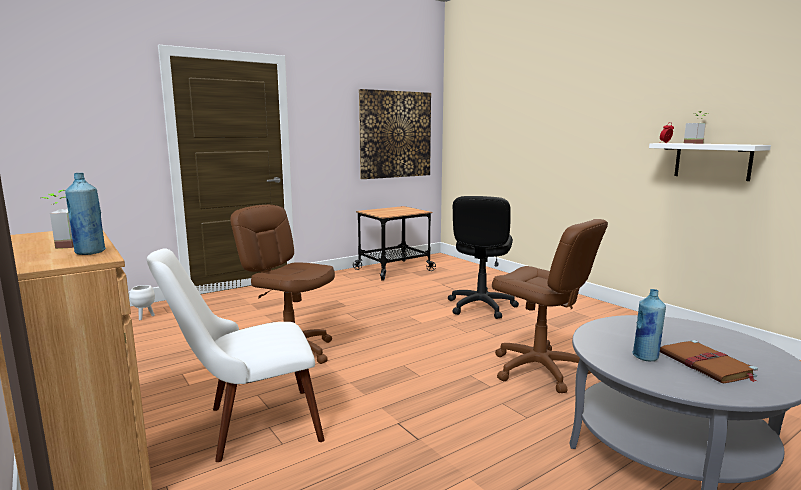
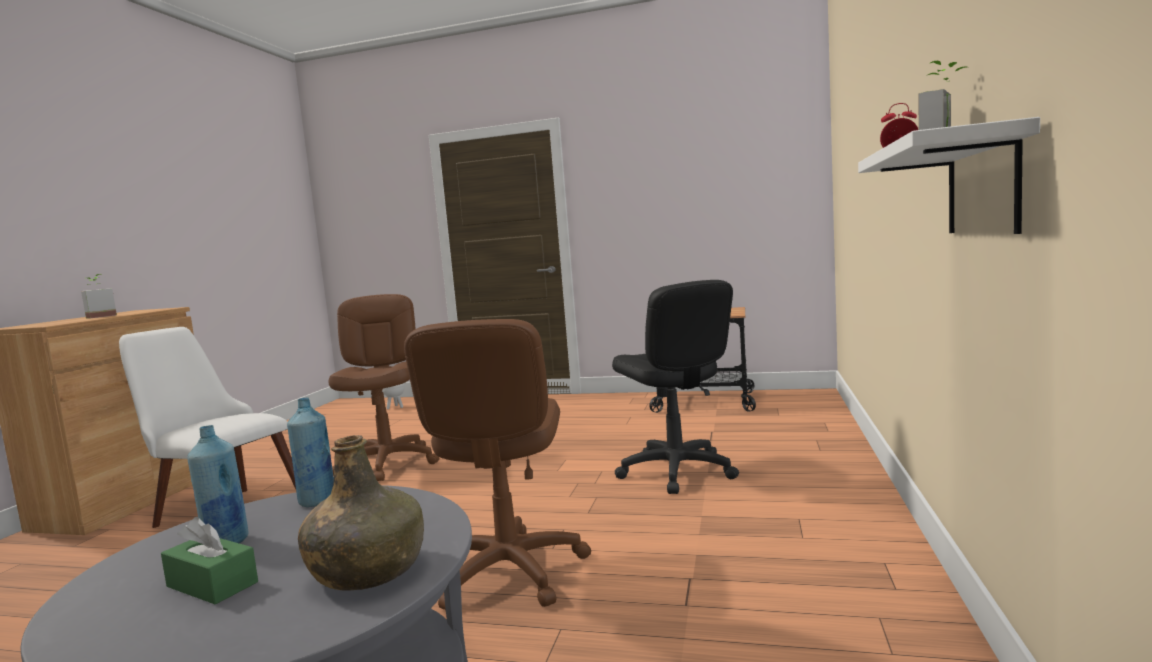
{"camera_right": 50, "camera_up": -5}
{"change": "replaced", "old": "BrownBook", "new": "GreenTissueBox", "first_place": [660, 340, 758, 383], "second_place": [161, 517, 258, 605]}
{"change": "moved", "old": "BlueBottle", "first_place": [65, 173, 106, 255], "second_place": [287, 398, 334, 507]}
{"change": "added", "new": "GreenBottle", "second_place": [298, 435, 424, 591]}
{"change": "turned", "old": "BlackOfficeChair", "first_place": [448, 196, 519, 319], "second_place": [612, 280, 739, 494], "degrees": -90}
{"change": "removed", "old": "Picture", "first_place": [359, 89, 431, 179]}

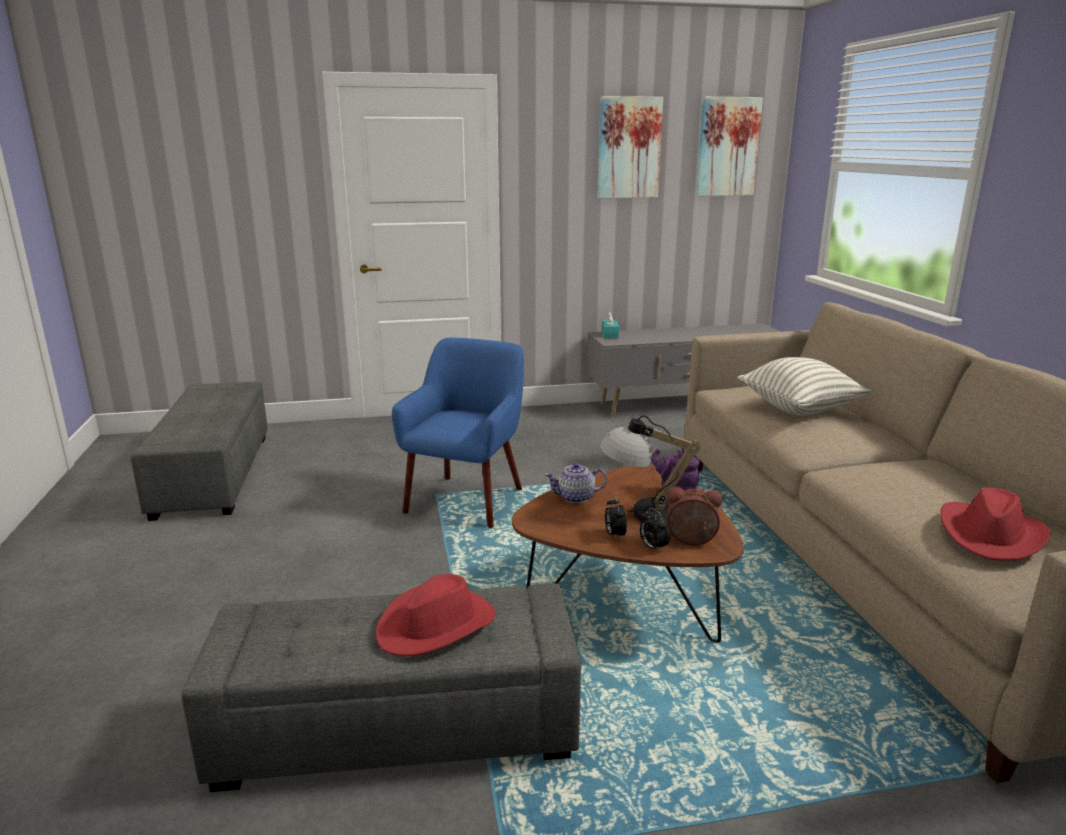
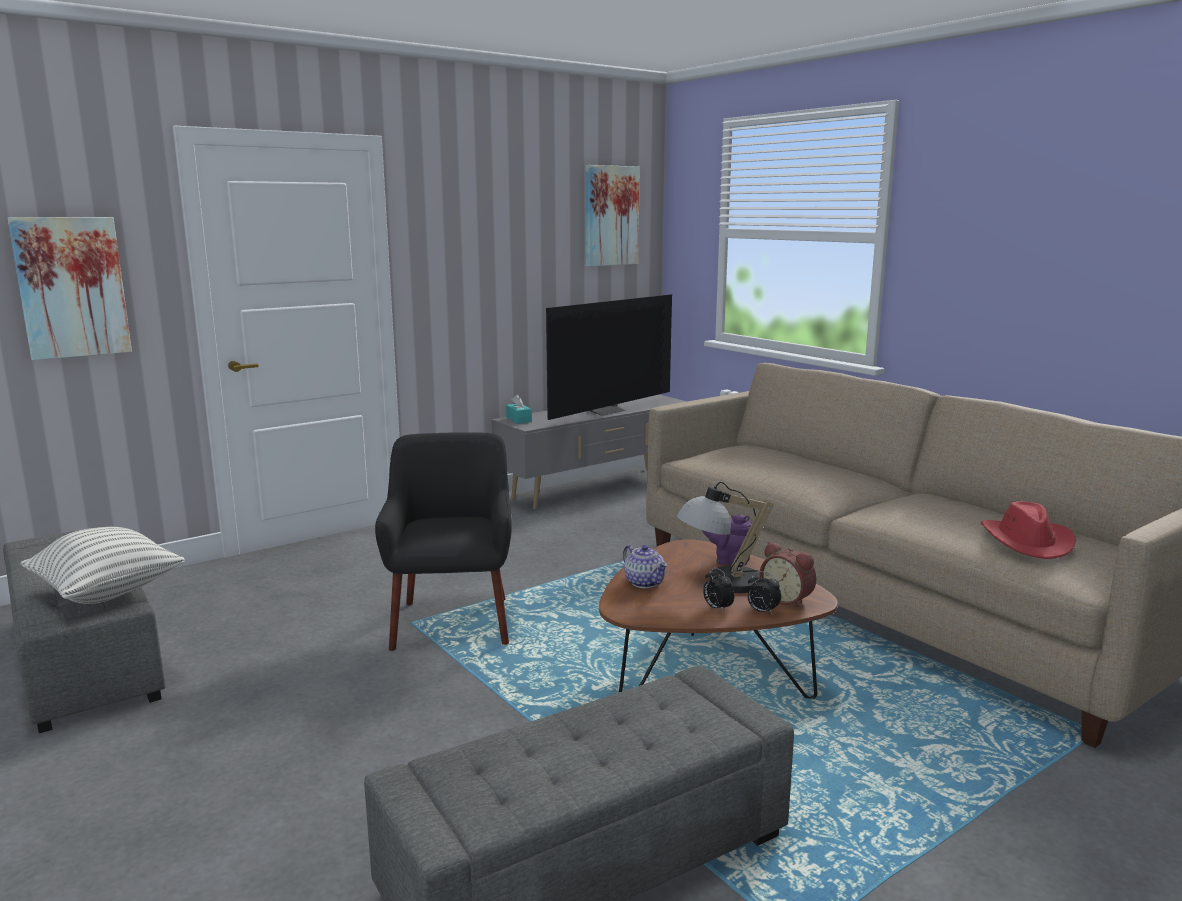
{"camera_right": -25, "camera_up": -5}
{"change": "moved", "old": "Picture", "first_place": [598, 96, 663, 198], "second_place": [8, 217, 132, 360]}
{"change": "moved", "old": "Pillow", "first_place": [737, 357, 872, 416], "second_place": [21, 527, 185, 604]}
{"change": "recoloured", "old": "BlueArmchair", "new": "BlackArmchair", "first_place": [392, 337, 524, 528], "second_place": [375, 432, 512, 651]}
{"change": "added", "new": "Television", "second_place": [546, 294, 672, 420]}
{"change": "turned", "old": "Teapot", "first_place": [545, 463, 607, 503], "second_place": [623, 545, 668, 588], "degrees": -90}
{"change": "turned", "old": "AlarmClock", "first_place": [667, 487, 723, 545], "second_place": [760, 542, 816, 608], "degrees": -120}
{"change": "removed", "old": "RedHat", "first_place": [375, 574, 495, 657]}

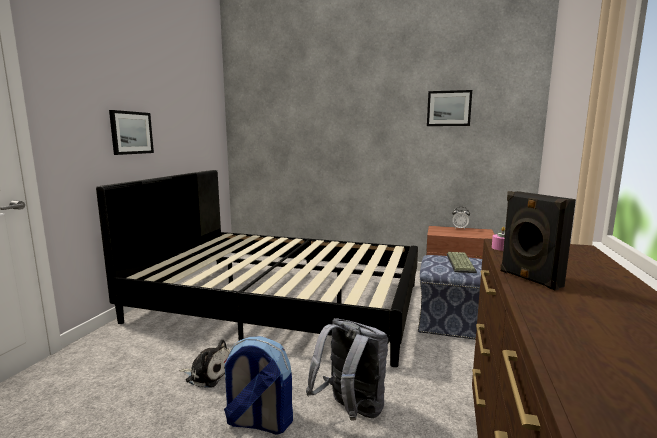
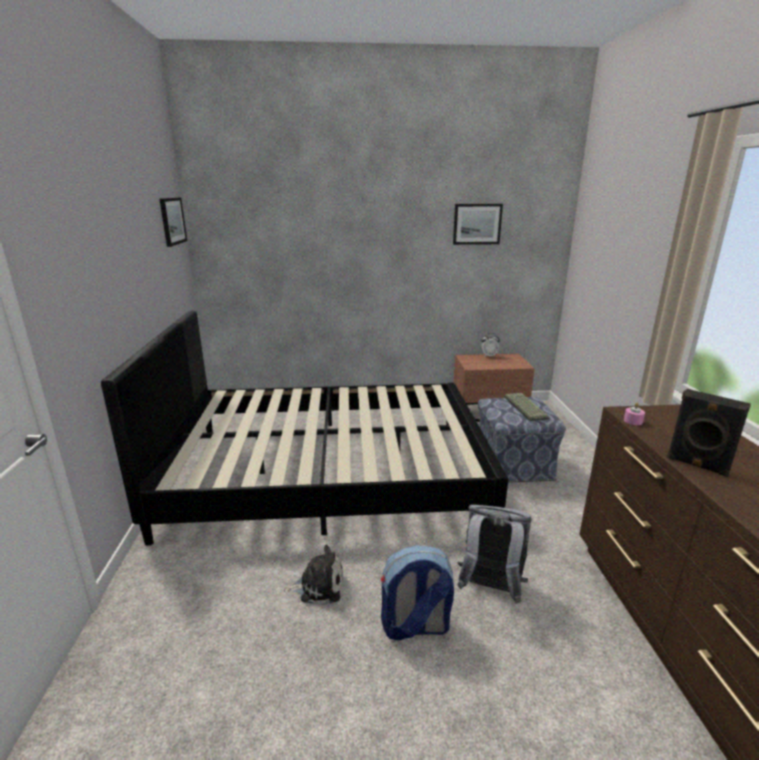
{"camera_right": -20, "camera_up": 10}
{"change": "moved", "old": "Picture", "first_place": [109, 110, 154, 155], "second_place": [160, 197, 187, 247]}

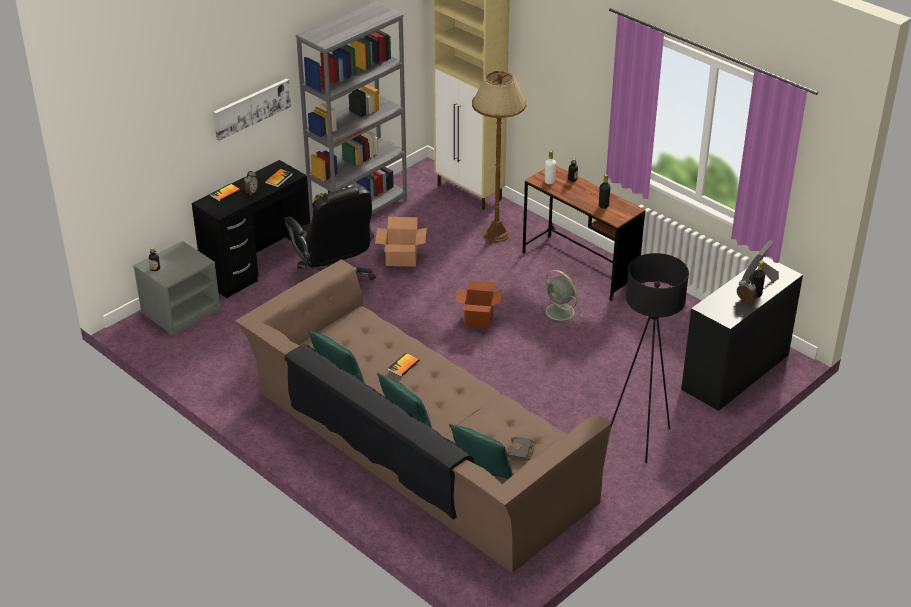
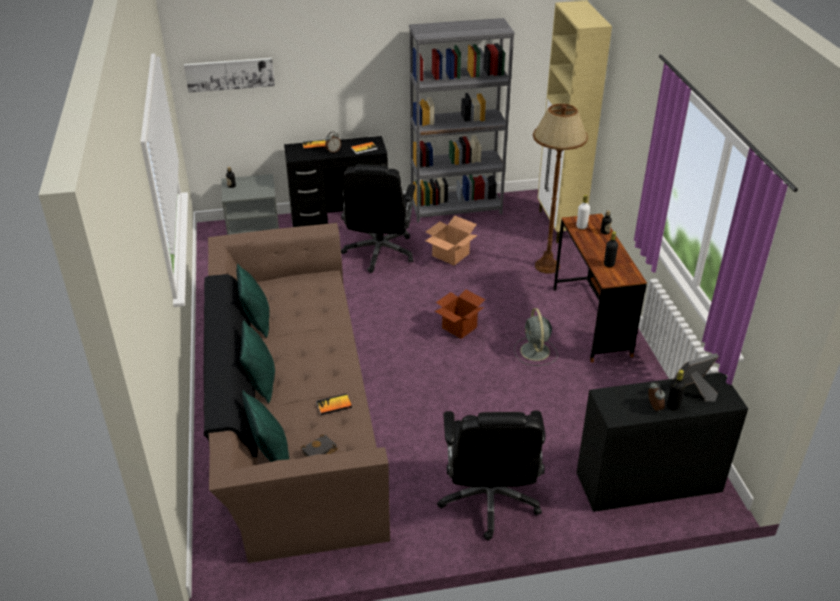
{"camera_right": 35, "camera_up": 0}
{"change": "moved", "old": "Picture", "first_place": [213, 78, 291, 141], "second_place": [184, 58, 275, 93]}
{"change": "moved", "old": "Book", "first_place": [388, 353, 420, 377], "second_place": [316, 394, 352, 415]}
{"change": "replaced", "old": "BlackFloorLamp", "new": "BlackOfficeChair", "first_place": [611, 253, 689, 463], "second_place": [437, 410, 545, 540]}

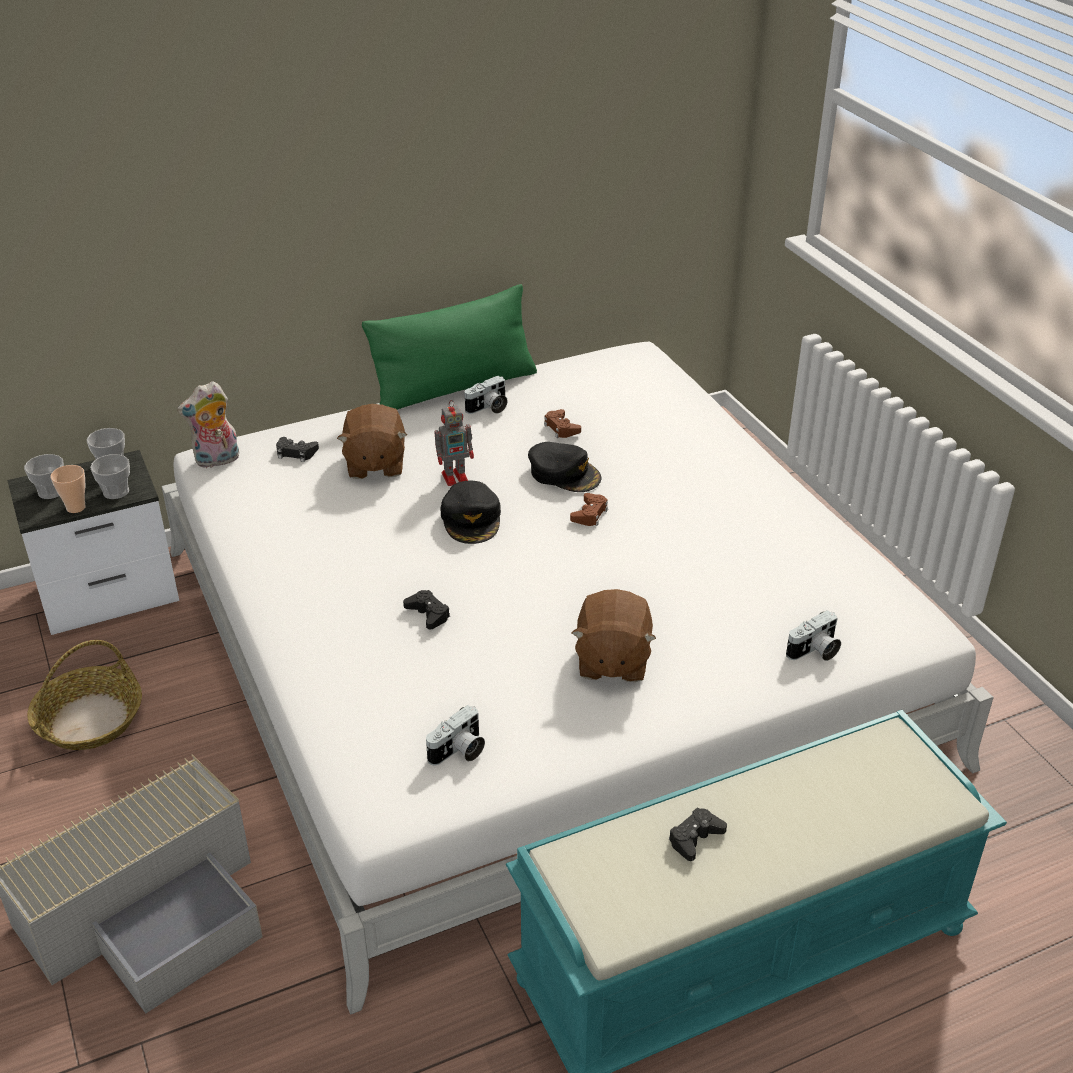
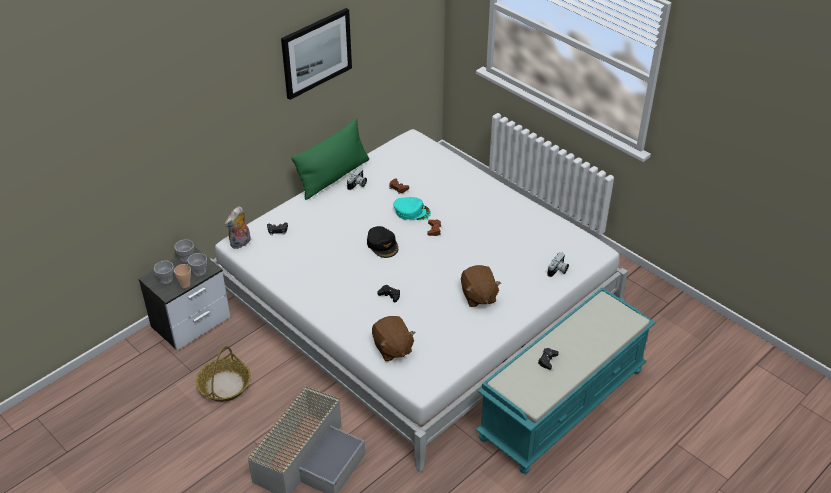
{"camera_right": -20, "camera_up": 5}
{"change": "added", "new": "Picture", "second_place": [281, 8, 352, 100]}
{"change": "moved", "old": "BrownPlushToy", "first_place": [337, 404, 407, 479], "second_place": [372, 316, 416, 361]}
{"change": "recoloured", "old": "BlackCap", "new": "TurquoiseCap", "first_place": [528, 442, 601, 492], "second_place": [393, 197, 431, 220]}
{"change": "removed", "old": "PhotoCamera", "first_place": [426, 705, 485, 766]}
{"change": "removed", "old": "ToyRobot", "first_place": [435, 400, 474, 486]}

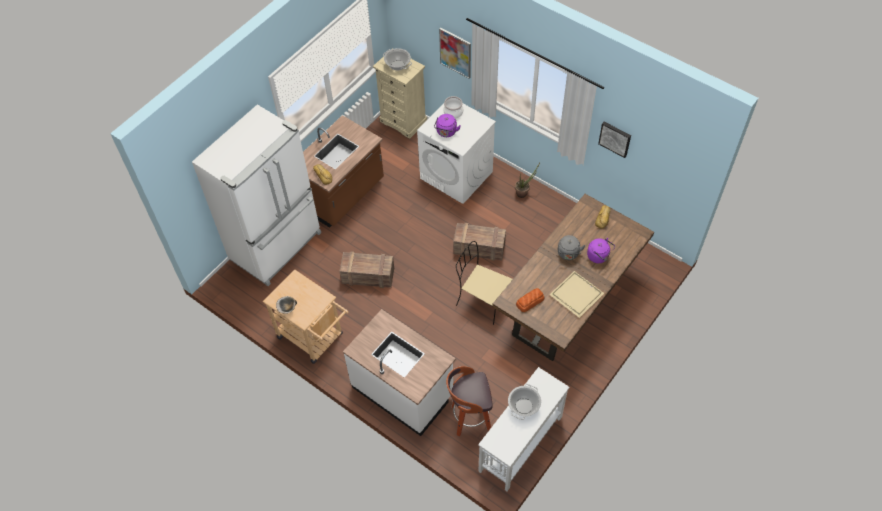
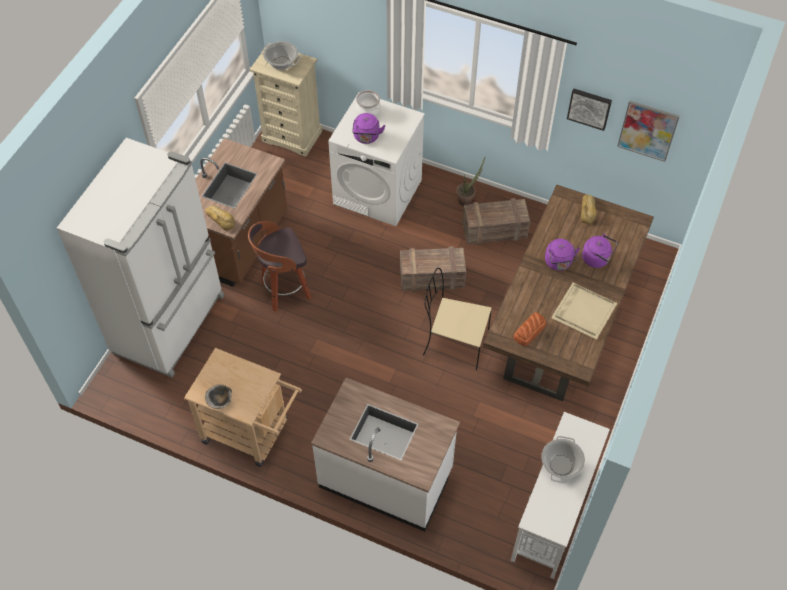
{"camera_right": -15, "camera_up": 0}
{"change": "moved", "old": "Stool", "first_place": [446, 366, 493, 436], "second_place": [248, 221, 311, 311]}
{"change": "moved", "old": "Crate", "first_place": [339, 251, 394, 288], "second_place": [462, 198, 530, 245]}
{"change": "recoloured", "old": "GreyKettle", "new": "PurpleKettle", "first_place": [558, 235, 585, 260], "second_place": [545, 239, 580, 271]}
{"change": "moved", "old": "Picture", "first_place": [439, 27, 471, 79], "second_place": [617, 101, 680, 162]}

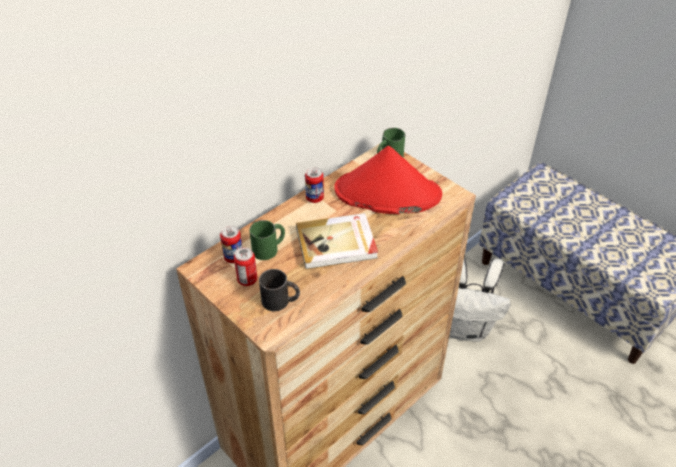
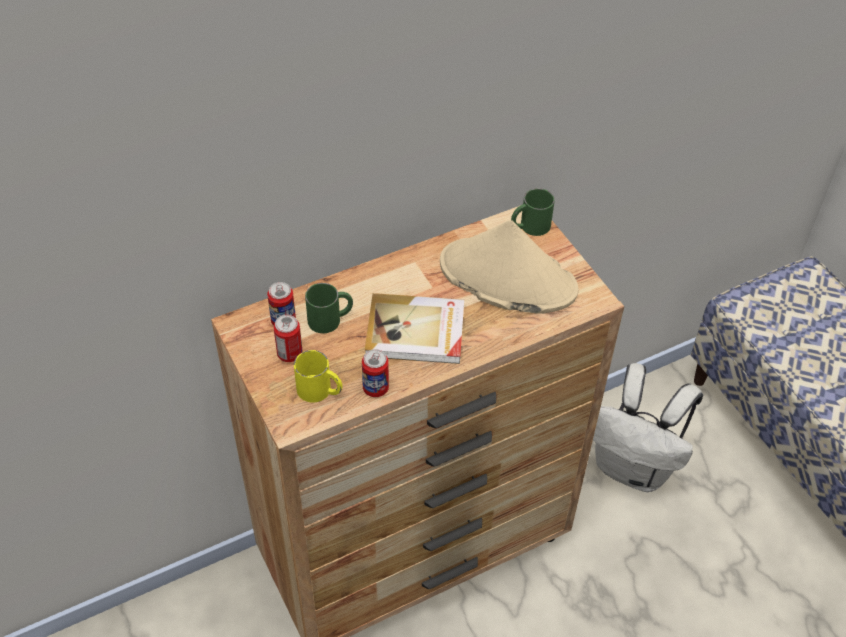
{"camera_right": 15, "camera_up": 5}
{"change": "recoloured", "old": "BlackMug", "new": "YellowMug", "first_place": [259, 269, 300, 311], "second_place": [294, 350, 343, 403]}
{"change": "moved", "old": "Can", "first_place": [305, 167, 324, 203], "second_place": [362, 349, 389, 397]}
{"change": "recoloured", "old": "RedHat", "new": "BeigeHat", "first_place": [334, 146, 442, 214], "second_place": [440, 220, 579, 314]}

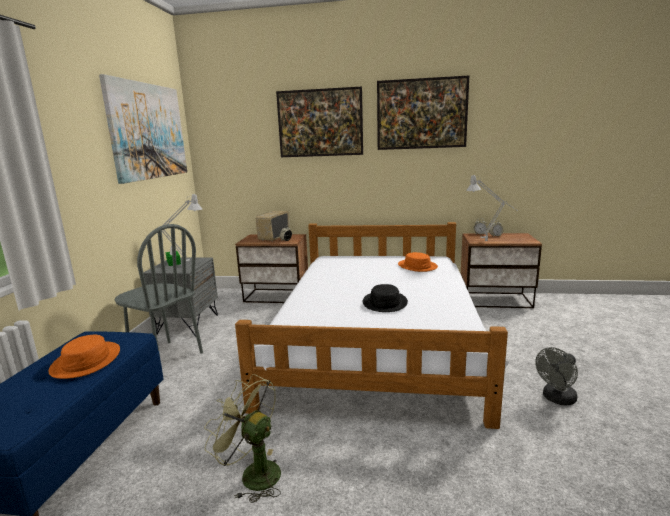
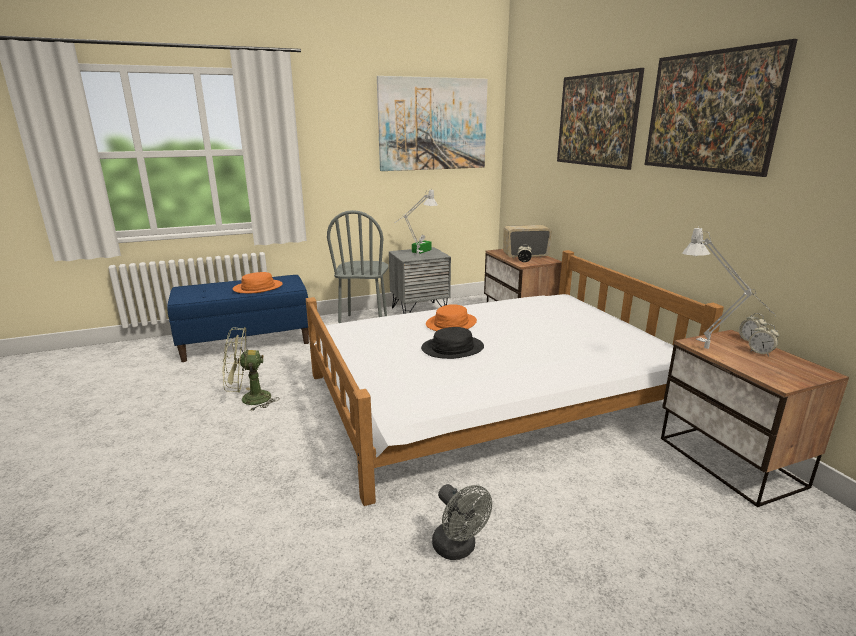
{"camera_right": 60, "camera_up": 5}
{"change": "turned", "old": "GreenFan", "first_place": [204, 374, 281, 503], "second_place": [223, 327, 280, 411], "degrees": -105}
{"change": "moved", "old": "OrangeHat", "first_place": [398, 252, 438, 272], "second_place": [426, 304, 477, 331]}
{"change": "turned", "old": "GreyFan", "first_place": [535, 347, 578, 405], "second_place": [432, 484, 492, 560], "degrees": -150}

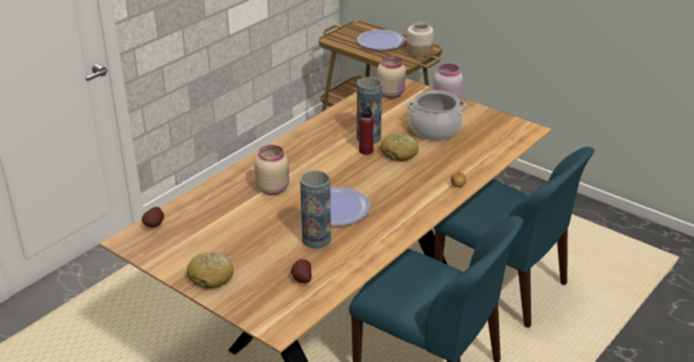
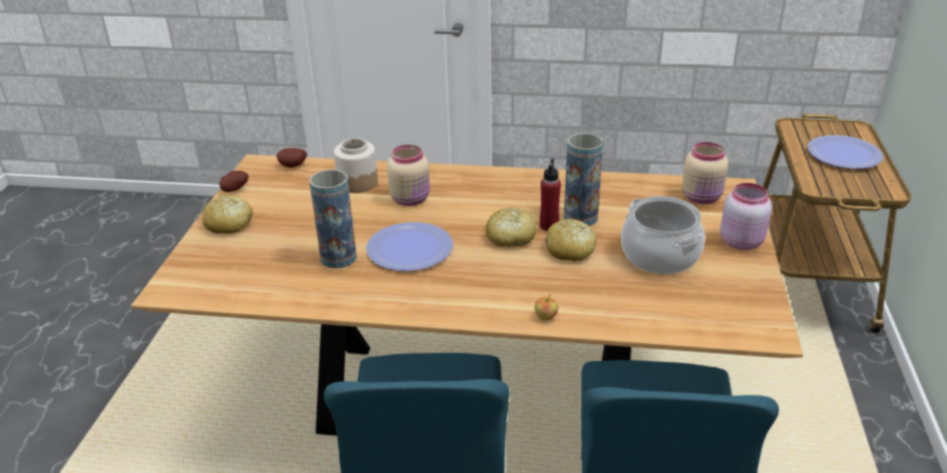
{"camera_right": 60, "camera_up": 0}
{"change": "moved", "old": "Potato", "first_place": [291, 259, 312, 283], "second_place": [219, 171, 248, 192]}
{"change": "moved", "old": "Jar", "first_place": [407, 23, 434, 57], "second_place": [334, 138, 378, 193]}
{"change": "added", "new": "Bread", "second_place": [486, 207, 537, 247]}

